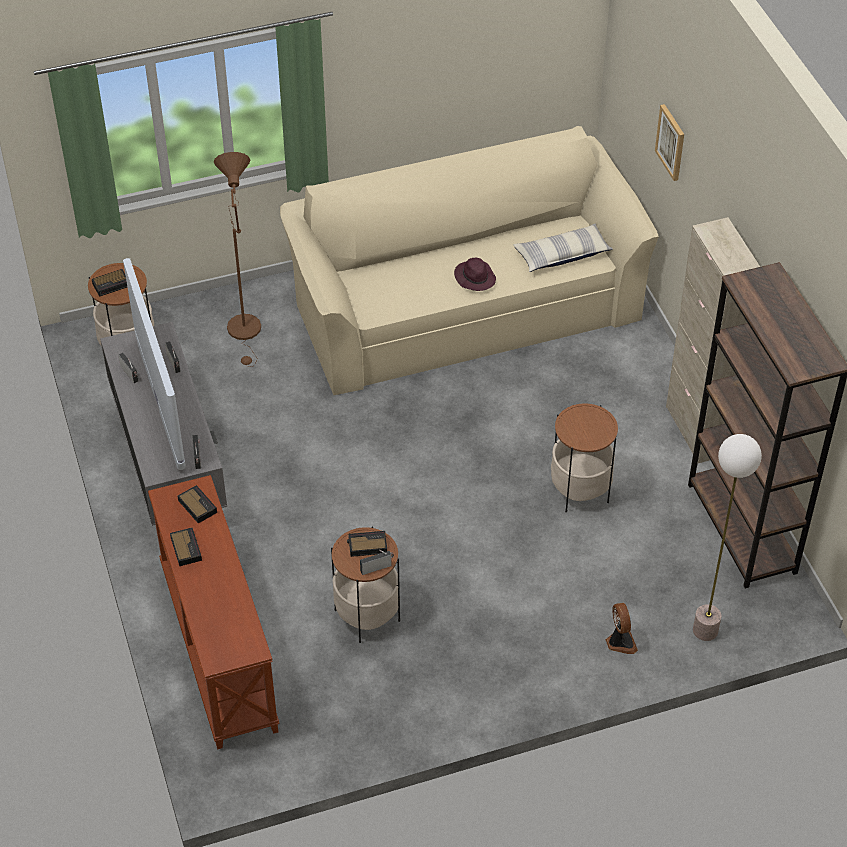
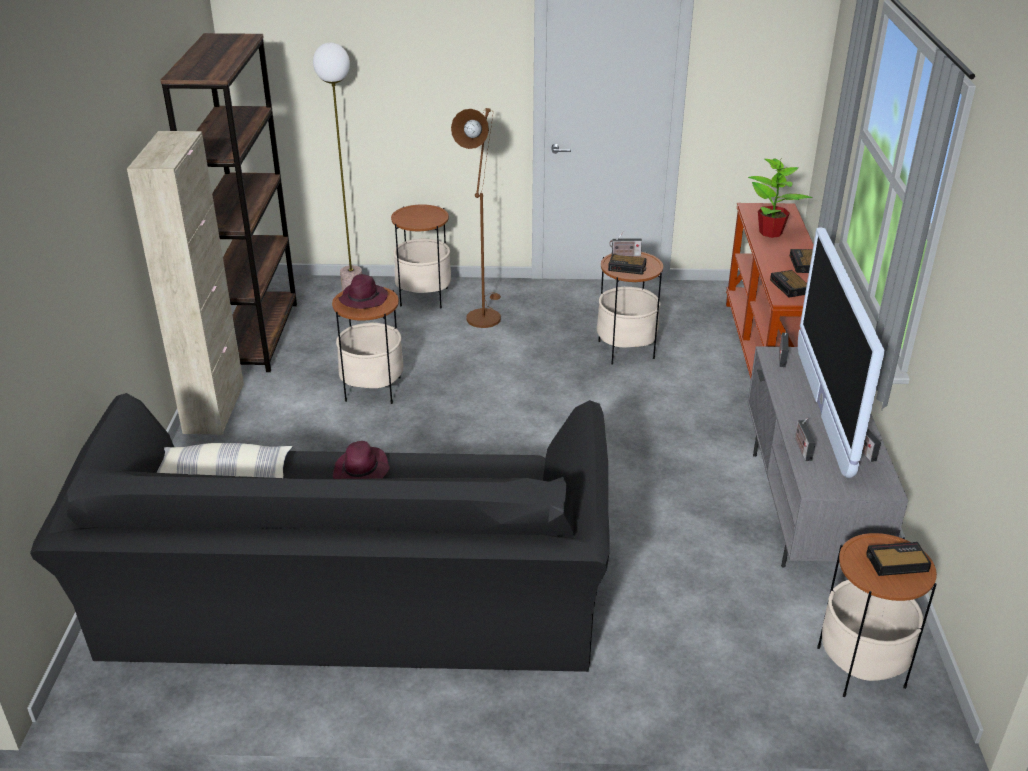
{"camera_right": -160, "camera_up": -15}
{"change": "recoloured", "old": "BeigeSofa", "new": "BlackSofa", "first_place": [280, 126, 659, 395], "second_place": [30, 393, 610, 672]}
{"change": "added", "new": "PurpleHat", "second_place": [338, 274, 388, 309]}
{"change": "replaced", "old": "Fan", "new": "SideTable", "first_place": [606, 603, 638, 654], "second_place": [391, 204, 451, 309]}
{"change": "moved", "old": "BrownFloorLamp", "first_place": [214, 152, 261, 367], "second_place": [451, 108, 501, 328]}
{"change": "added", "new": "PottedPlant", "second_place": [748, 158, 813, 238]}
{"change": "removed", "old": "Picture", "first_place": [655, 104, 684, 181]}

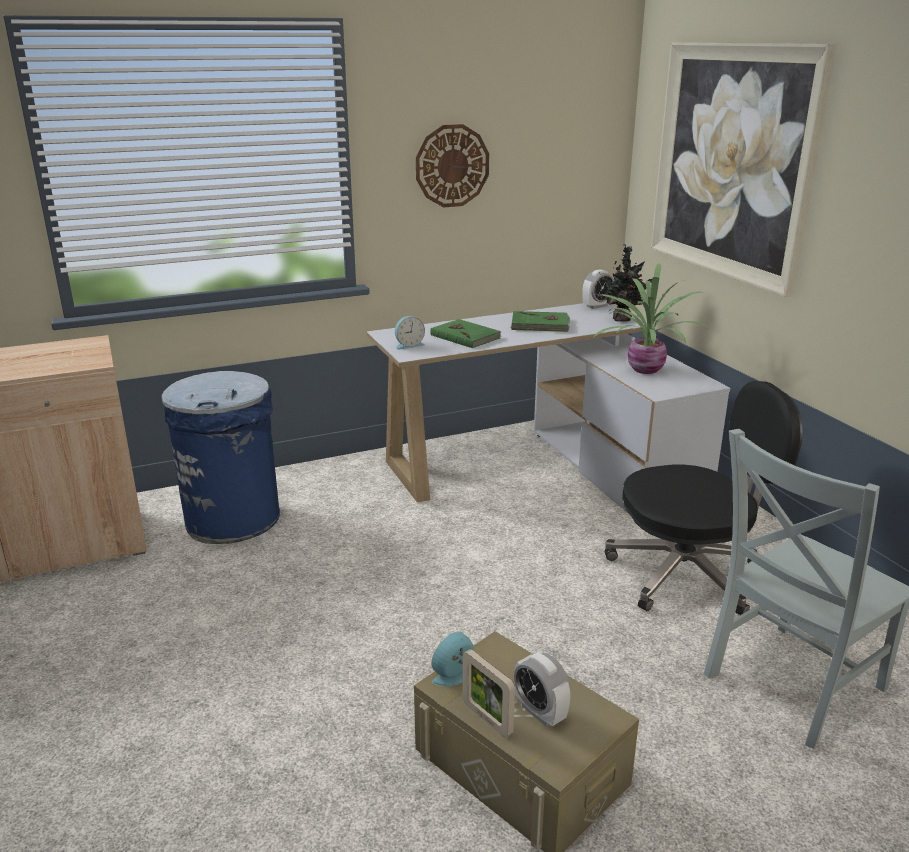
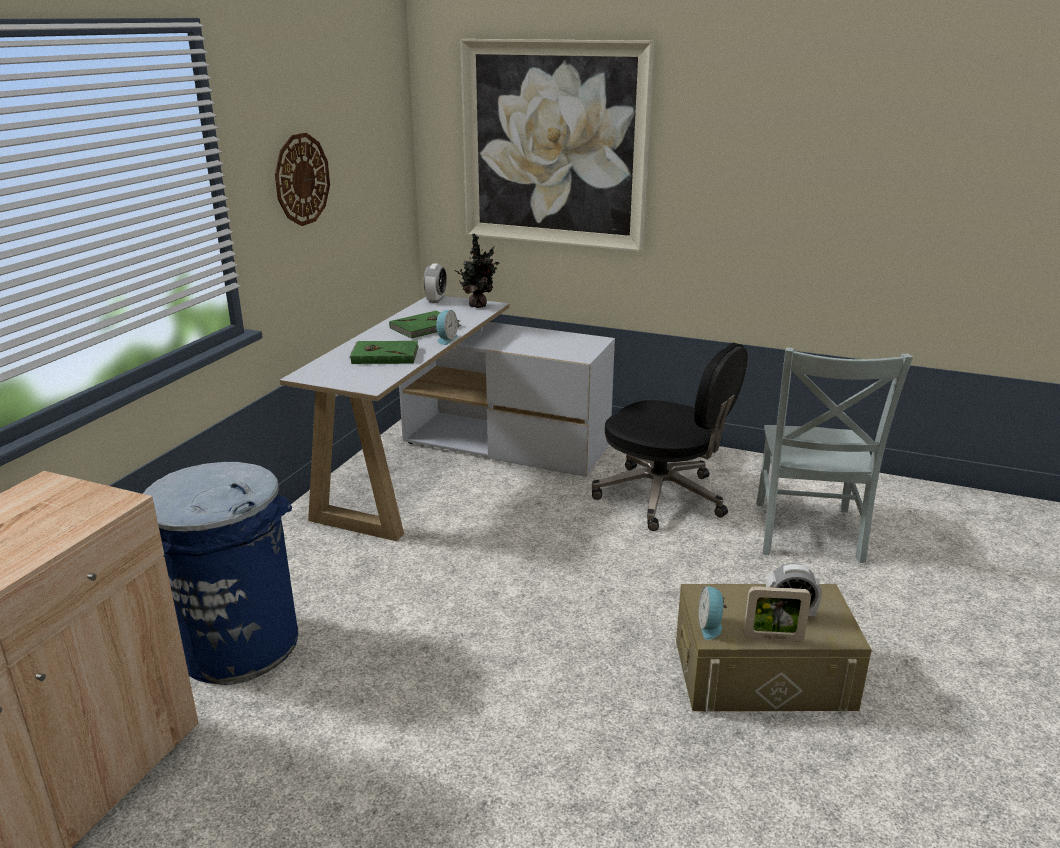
{"camera_right": -45, "camera_up": 0}
{"change": "moved", "old": "AlarmClock", "first_place": [395, 316, 425, 350], "second_place": [436, 310, 458, 345]}
{"change": "turned", "old": "BlackOfficeChair", "first_place": [605, 381, 803, 615], "second_place": [592, 343, 747, 531], "degrees": 90}
{"change": "removed", "old": "PottedPlant", "first_place": [594, 263, 710, 374]}

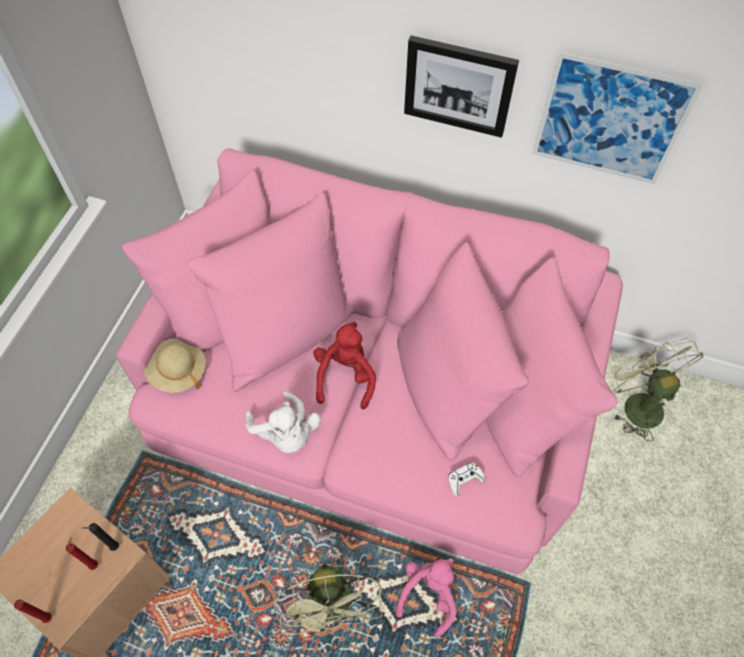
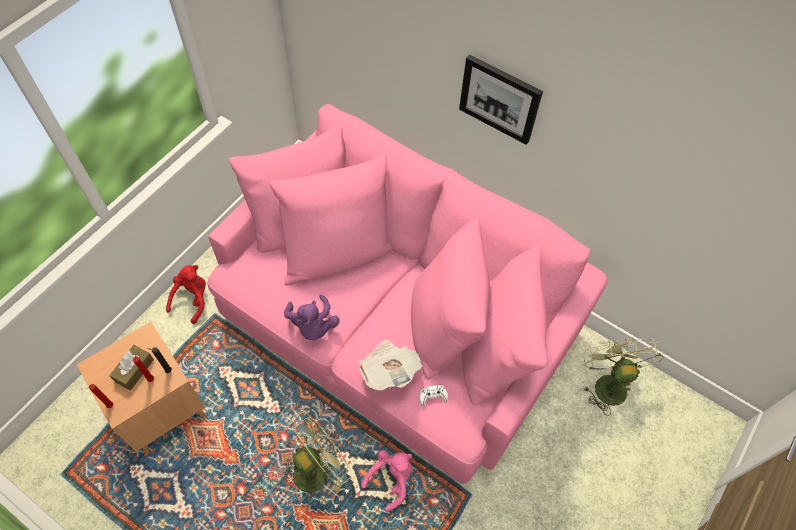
{"camera_right": 15, "camera_up": 0}
{"change": "added", "new": "BrownTissueBox", "second_place": [109, 345, 154, 390]}
{"change": "moved", "old": "RedPlushToy", "first_place": [313, 322, 376, 410], "second_place": [166, 265, 206, 324]}
{"change": "turned", "old": "GreenFan", "first_place": [274, 561, 382, 640], "second_place": [282, 412, 352, 493], "degrees": -135}
{"change": "recoloured", "old": "WhitePlushToy", "new": "PurplePlushToy", "first_place": [245, 391, 321, 453], "second_place": [284, 295, 340, 340]}
{"change": "added", "new": "Newspaper", "second_place": [358, 340, 422, 390]}
{"change": "removed", "old": "BeigeHat", "first_place": [144, 338, 206, 393]}
{"change": "removed", "old": "Picture", "first_place": [532, 51, 703, 184]}

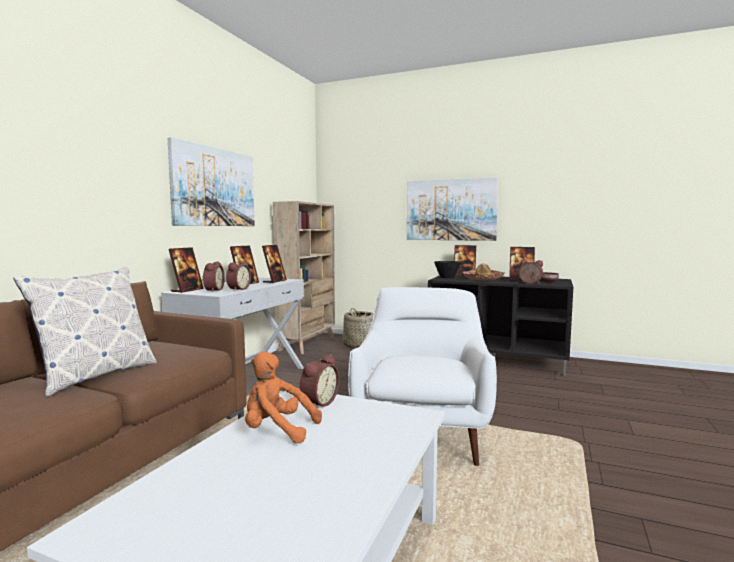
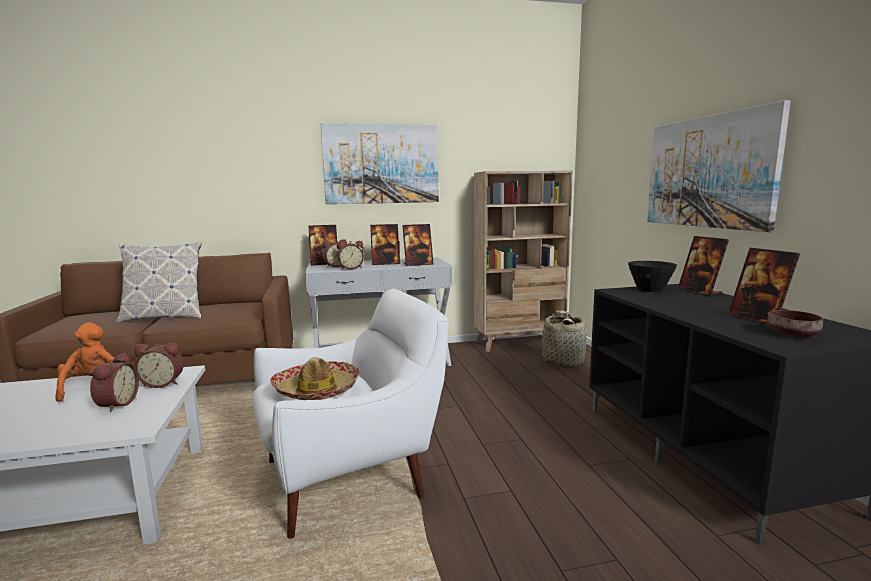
{"camera_right": 55, "camera_up": 5}
{"change": "moved", "old": "AlarmClock", "first_place": [519, 260, 543, 284], "second_place": [90, 353, 139, 412]}
{"change": "moved", "old": "Hat", "first_place": [463, 263, 505, 280], "second_place": [270, 357, 360, 400]}

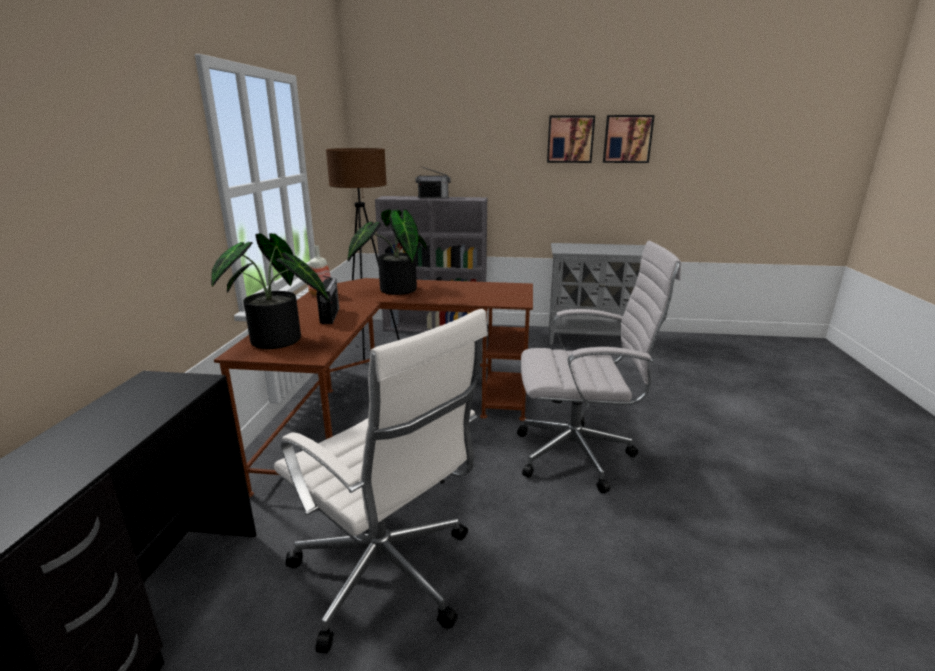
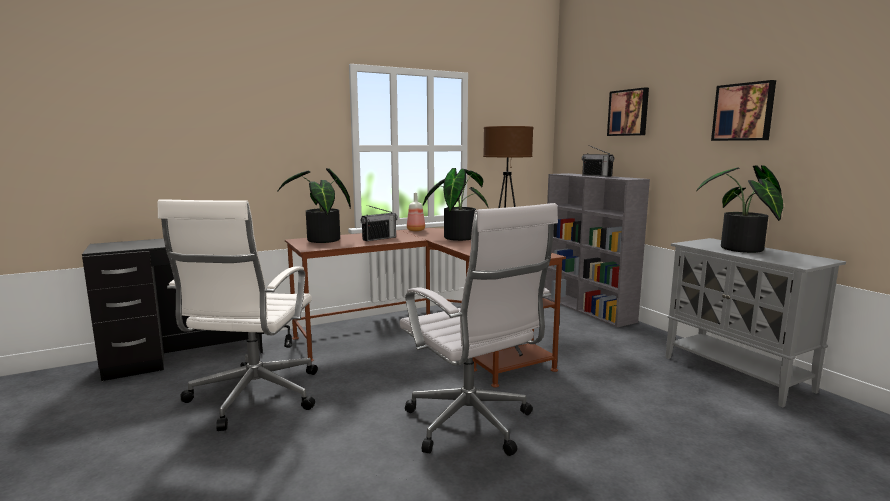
{"camera_right": 55, "camera_up": -10}
{"change": "moved", "old": "Picture", "first_place": [603, 115, 655, 163], "second_place": [607, 87, 649, 136]}
{"change": "added", "new": "PottedPlant", "second_place": [696, 165, 783, 253]}

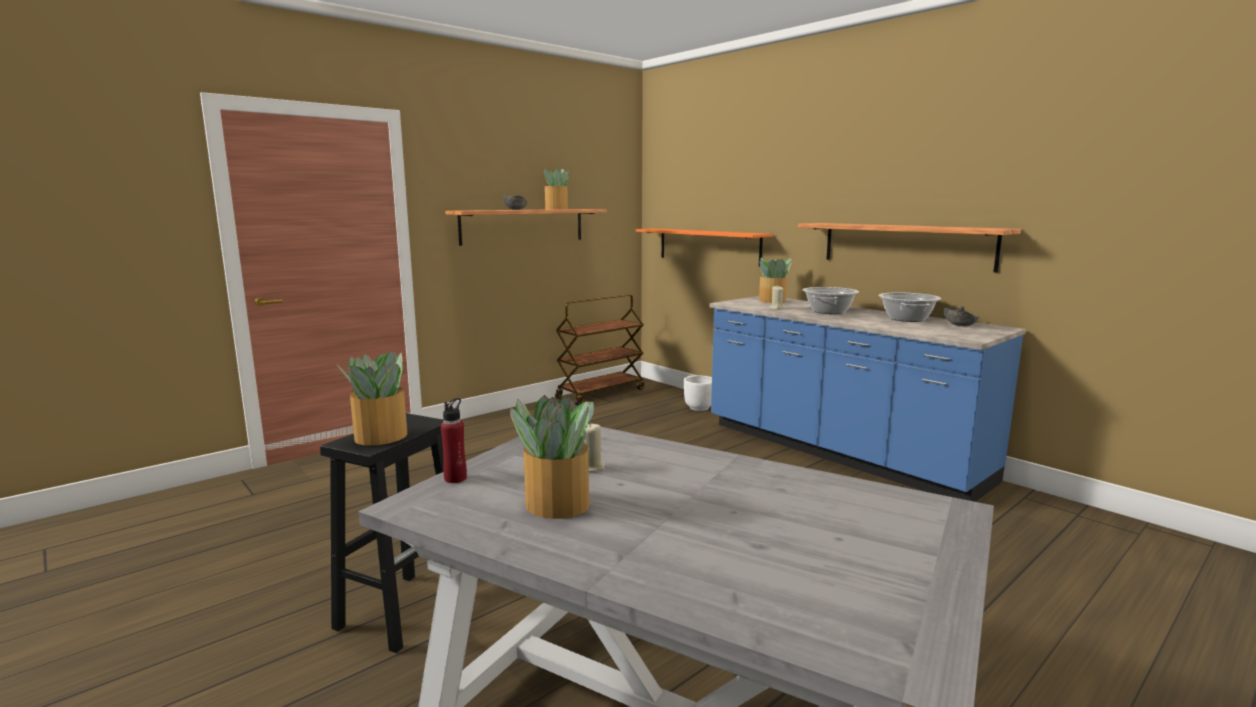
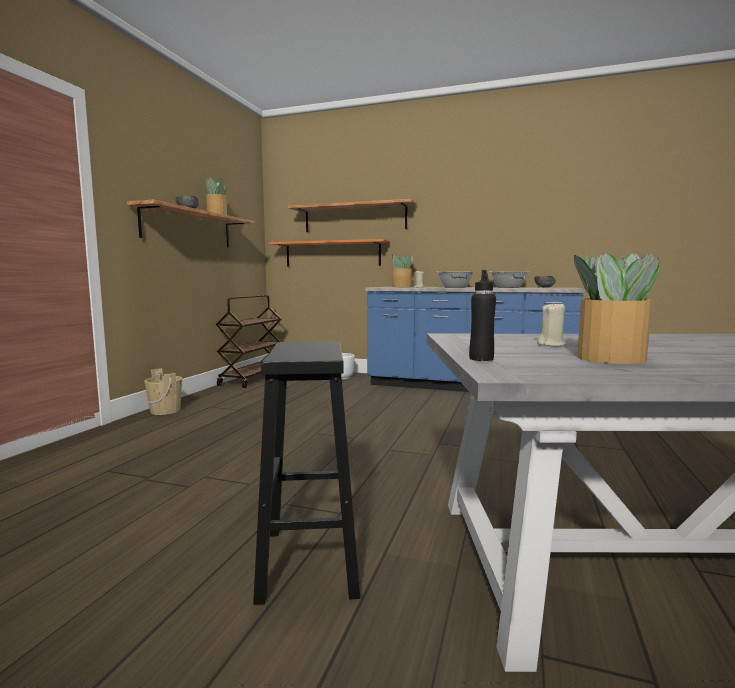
{"camera_right": -30, "camera_up": -5}
{"change": "added", "new": "BeigeBucket", "second_place": [144, 368, 182, 415]}
{"change": "moved", "old": "Shelf", "first_place": [798, 223, 1021, 272], "second_place": [288, 199, 417, 232]}
{"change": "recoloured", "old": "RedBottle", "new": "BlackBottle", "first_place": [441, 398, 467, 483], "second_place": [469, 270, 496, 361]}
{"change": "removed", "old": "PottedPlant", "first_place": [336, 351, 407, 446]}

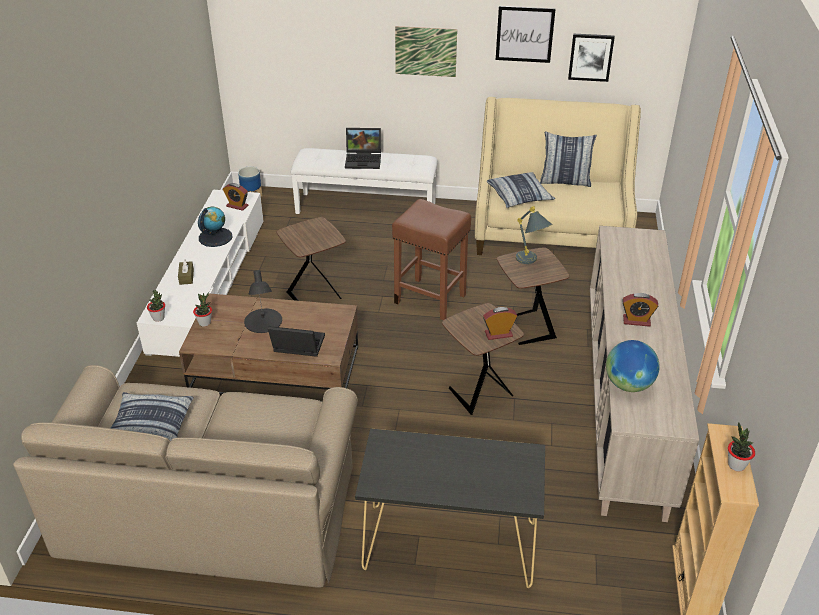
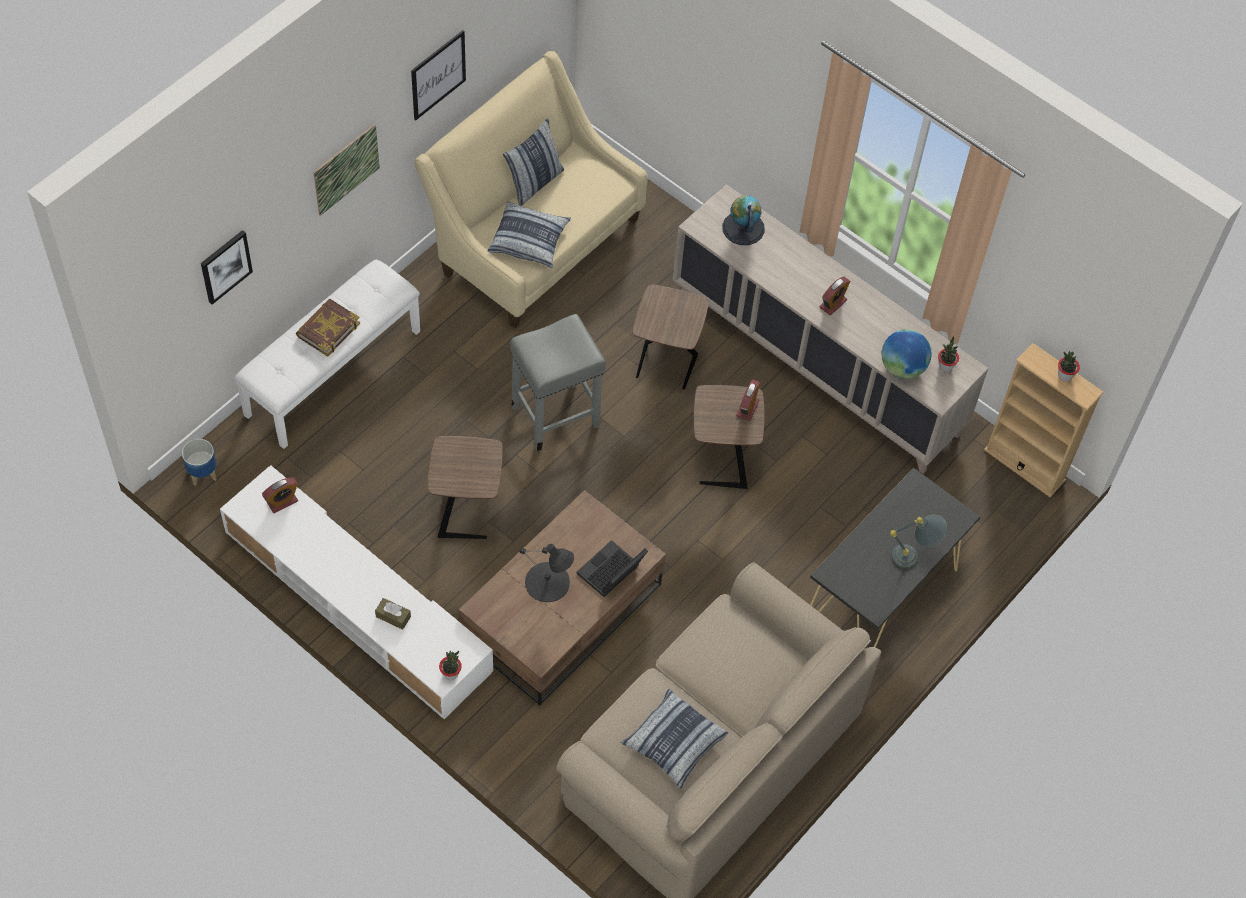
{"camera_right": -60, "camera_up": 20}
{"change": "moved", "old": "Picture", "first_place": [568, 34, 615, 82], "second_place": [201, 230, 253, 305]}
{"change": "replaced", "old": "Laptop", "new": "Book", "first_place": [345, 128, 381, 169], "second_place": [296, 299, 360, 357]}
{"change": "recoloured", "old": "BrownStool", "new": "GreyStool", "first_place": [392, 199, 471, 320], "second_place": [510, 314, 606, 451]}
{"change": "moved", "old": "Globe", "first_place": [198, 207, 233, 247], "second_place": [722, 196, 765, 245]}
{"change": "moved", "old": "GreyTableLamp", "first_place": [516, 206, 553, 264], "second_place": [890, 515, 947, 568]}
{"change": "moved", "old": "PottedPlant", "first_place": [193, 293, 212, 327], "second_place": [938, 336, 959, 372]}

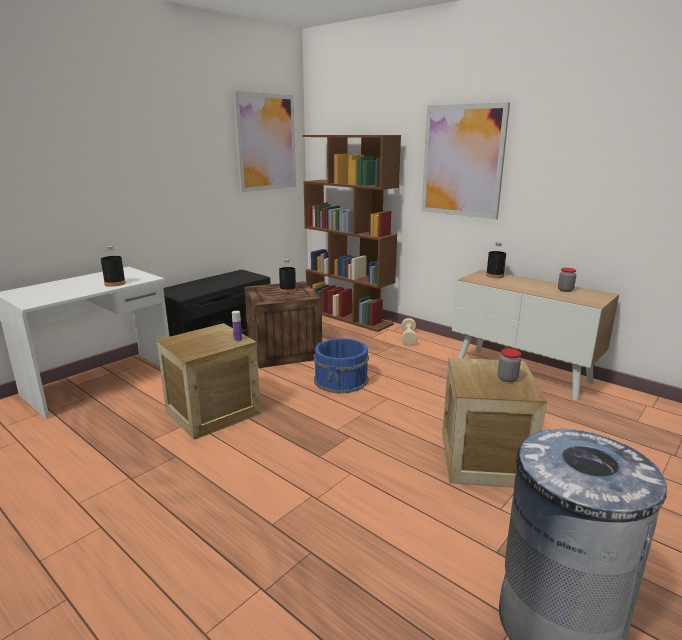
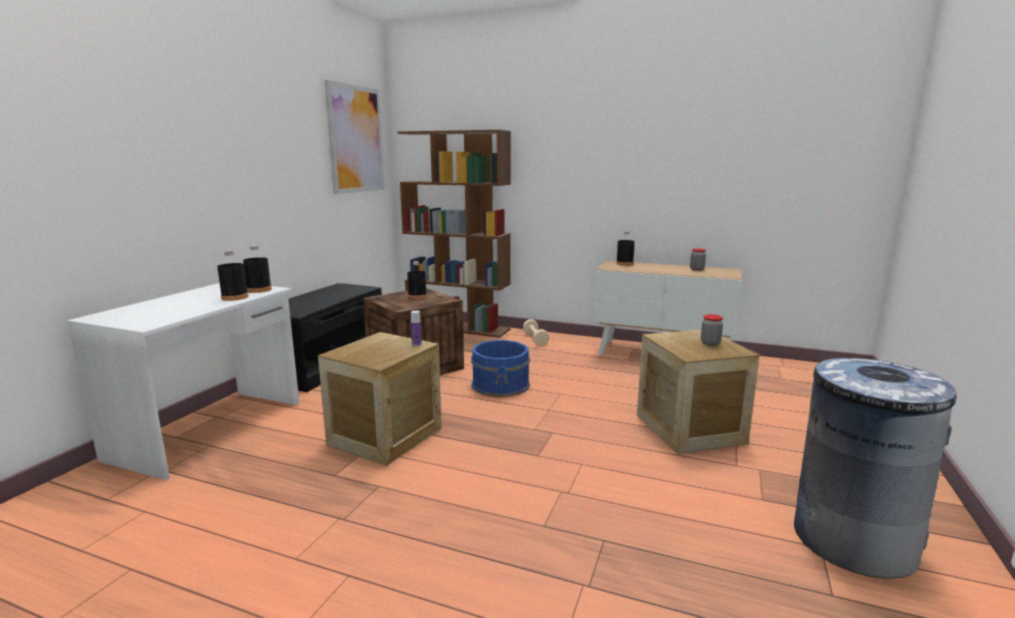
{"camera_right": -20, "camera_up": -5}
{"change": "added", "new": "BlackBottle", "second_place": [243, 245, 272, 293]}
{"change": "removed", "old": "Picture", "first_place": [421, 102, 510, 220]}

